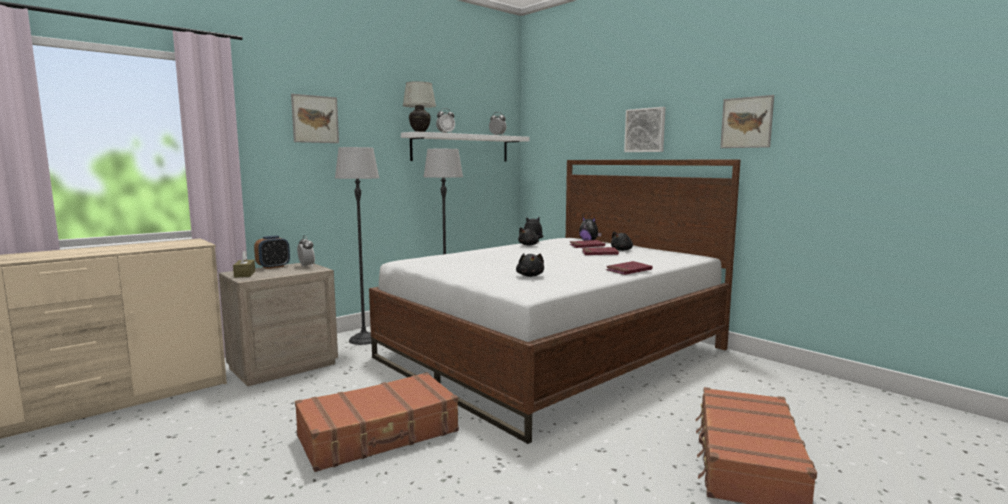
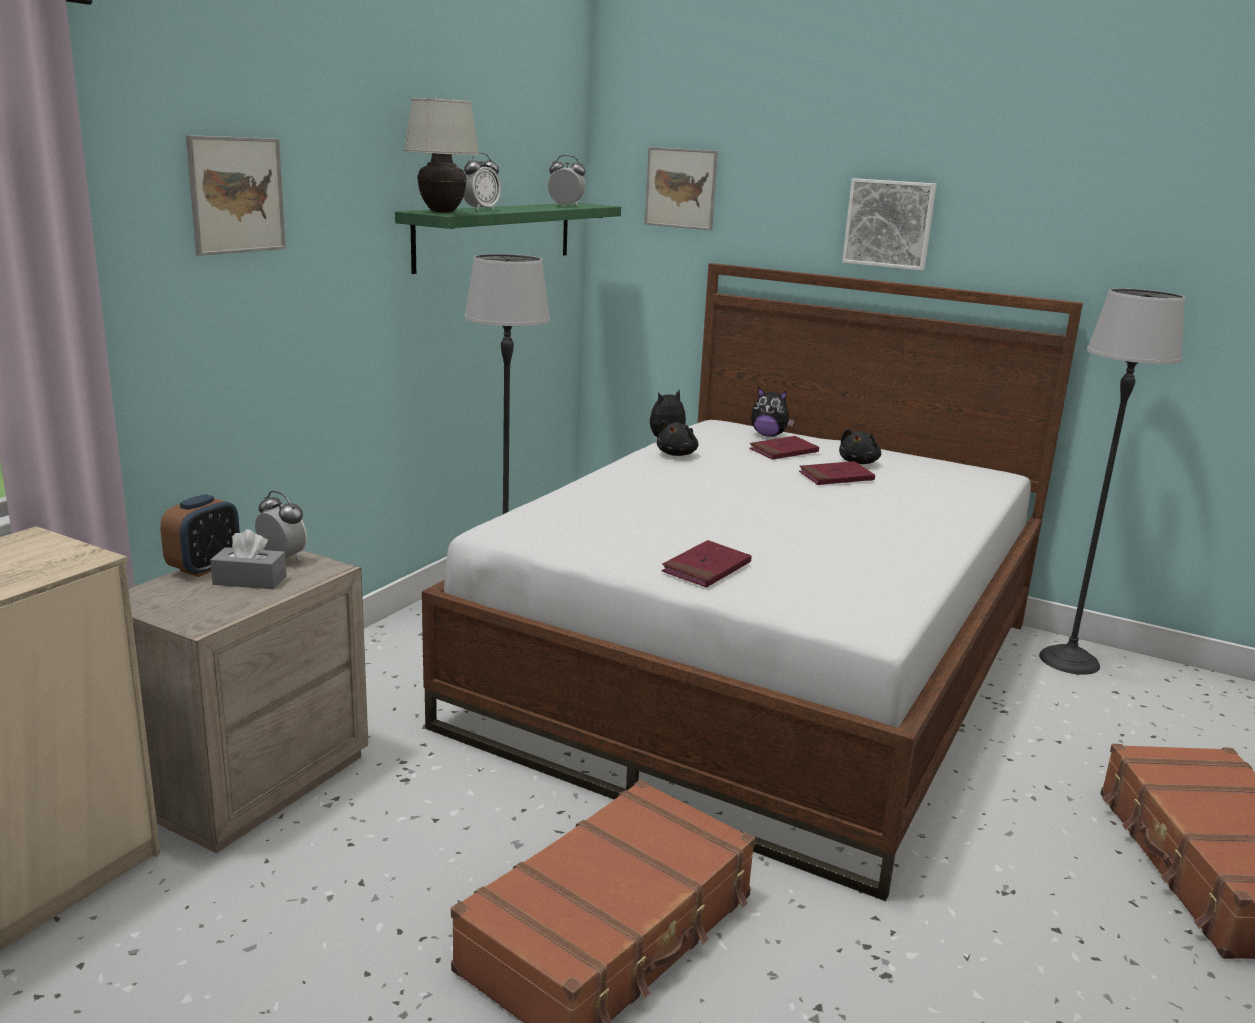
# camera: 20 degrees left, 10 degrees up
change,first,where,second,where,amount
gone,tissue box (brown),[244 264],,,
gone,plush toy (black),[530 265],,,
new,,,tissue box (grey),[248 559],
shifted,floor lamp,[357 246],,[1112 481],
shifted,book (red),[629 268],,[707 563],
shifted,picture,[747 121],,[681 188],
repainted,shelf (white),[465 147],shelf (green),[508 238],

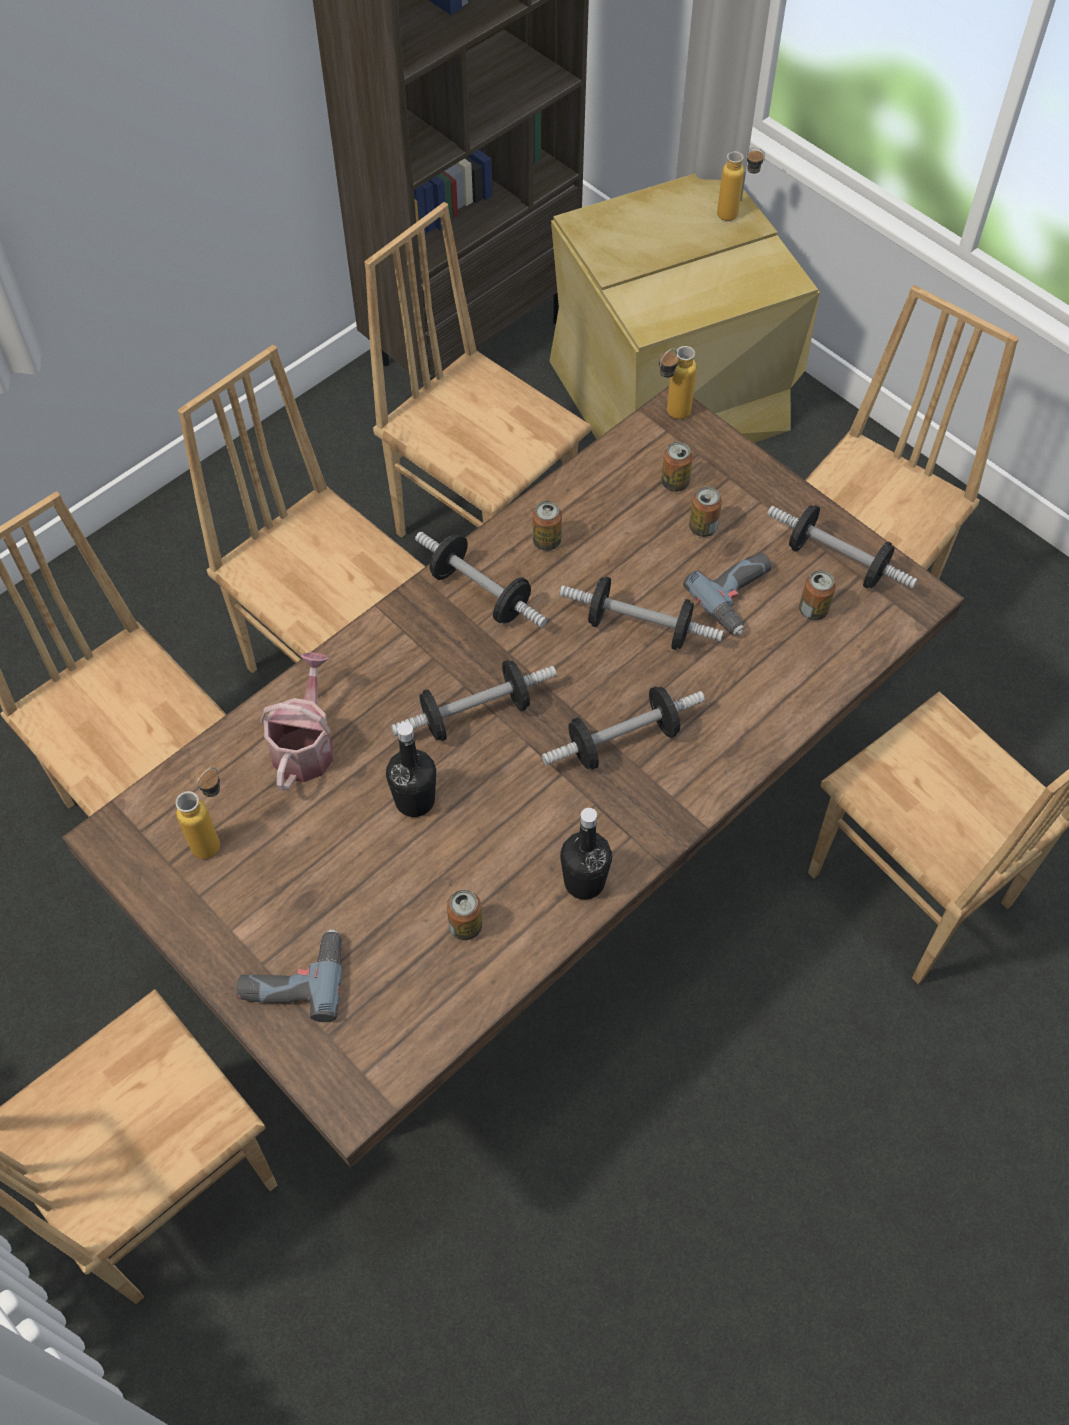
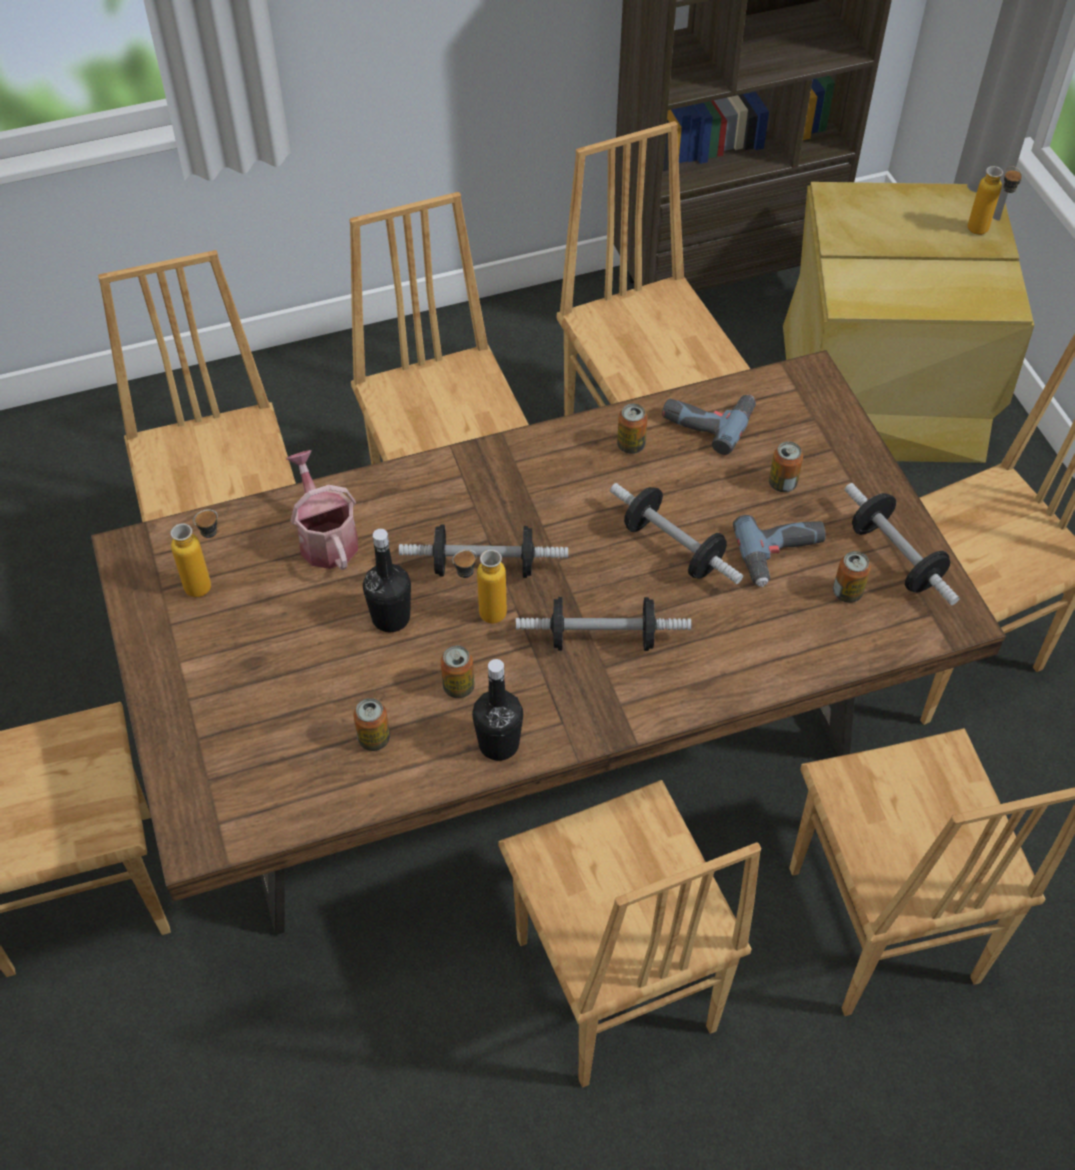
# camera: 25 degrees right, 5 degrees down
change,first,where,second,where,amount
gone,dumbbell,[481 579],,,
new,,,chair (brown),[630 933],
shifted,power drill,[289 975],,[709 425],
shifted,bottle,[678 382],,[479 587],
shifted,can,[677 467],,[458 671],
rotated,watering can,[297 721],,[322 510],60 degrees counterclockwise

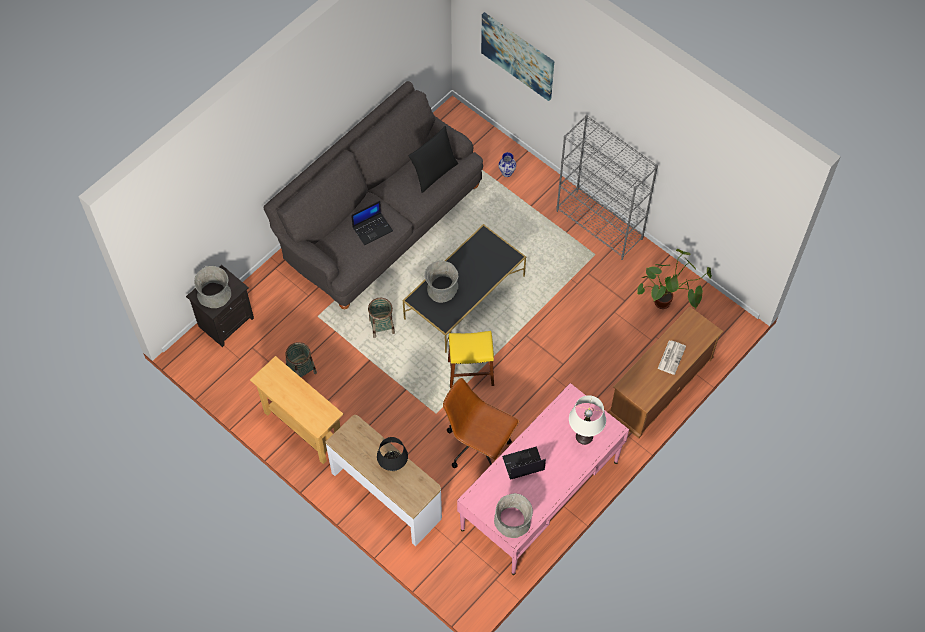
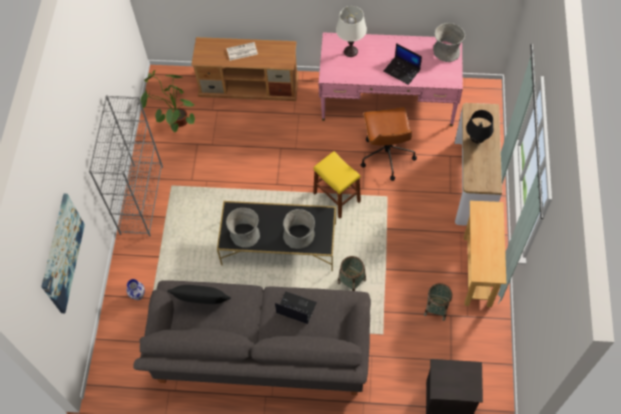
# camera: 125 degrees left, 0 degrees up
change,first,where,second,where,amount
shifted,vase (grey),[212 287],,[243 228],

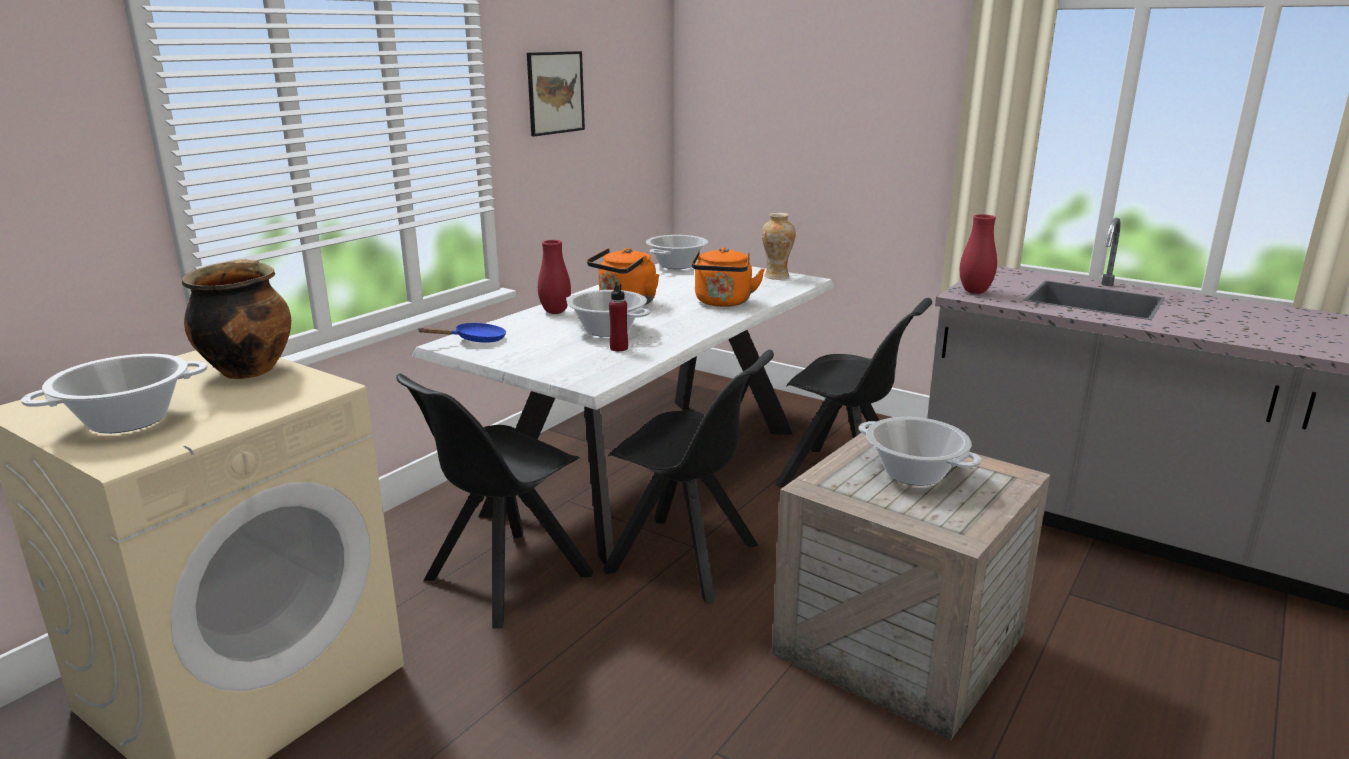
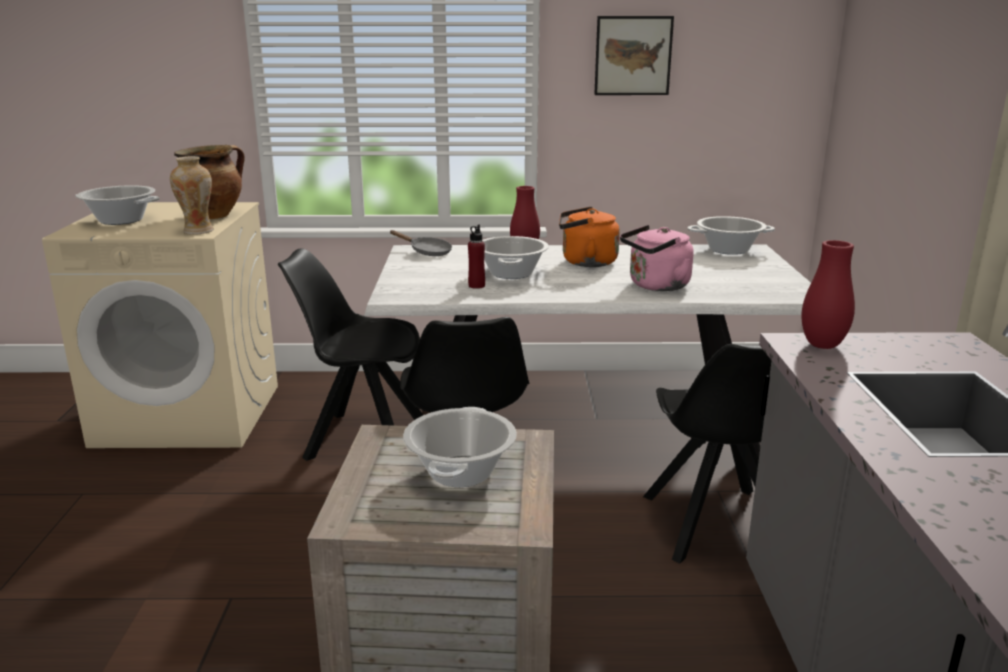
# camera: 55 degrees right, 0 degrees up
change,first,where,second,where,amount
shifted,vase,[779 246],,[192 195],
repainted,frying pan (blue),[461 333],frying pan (grey),[421 243],
repainted,kettle (orange),[728 277],kettle (pink),[657 258],

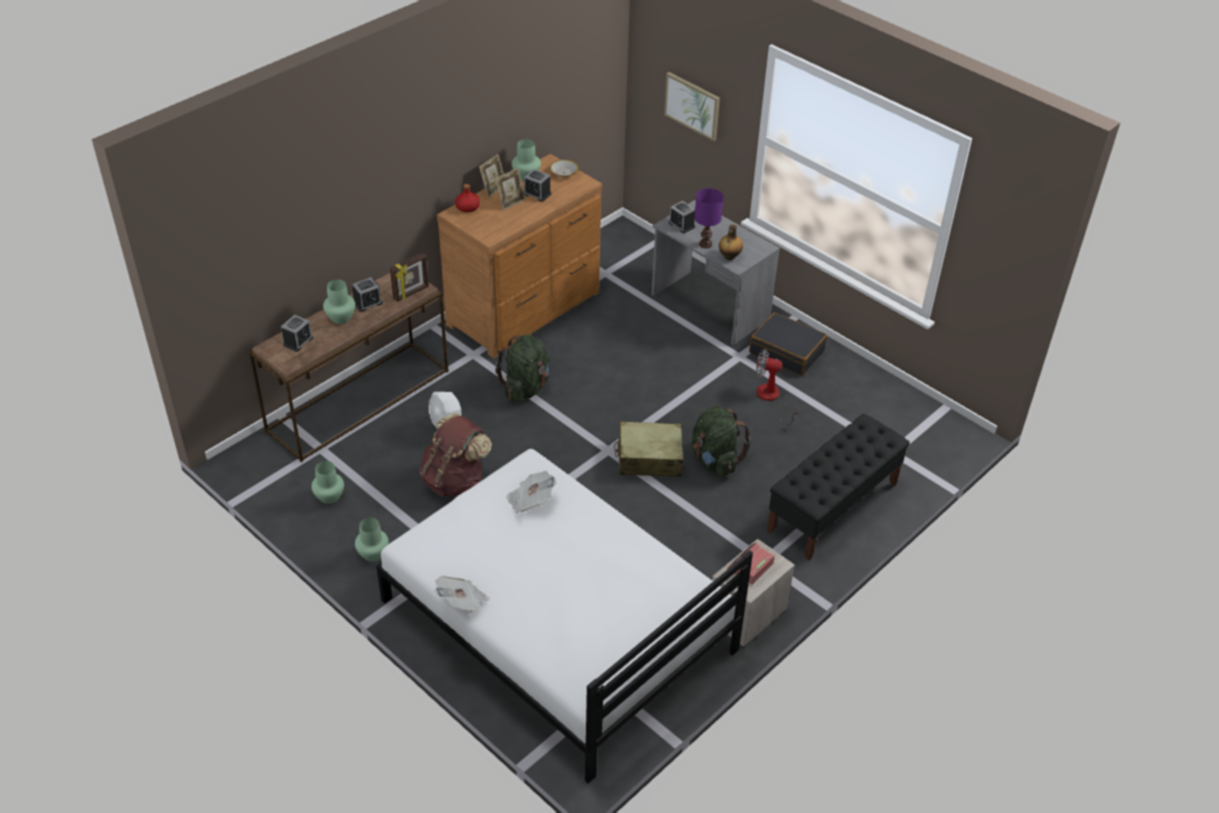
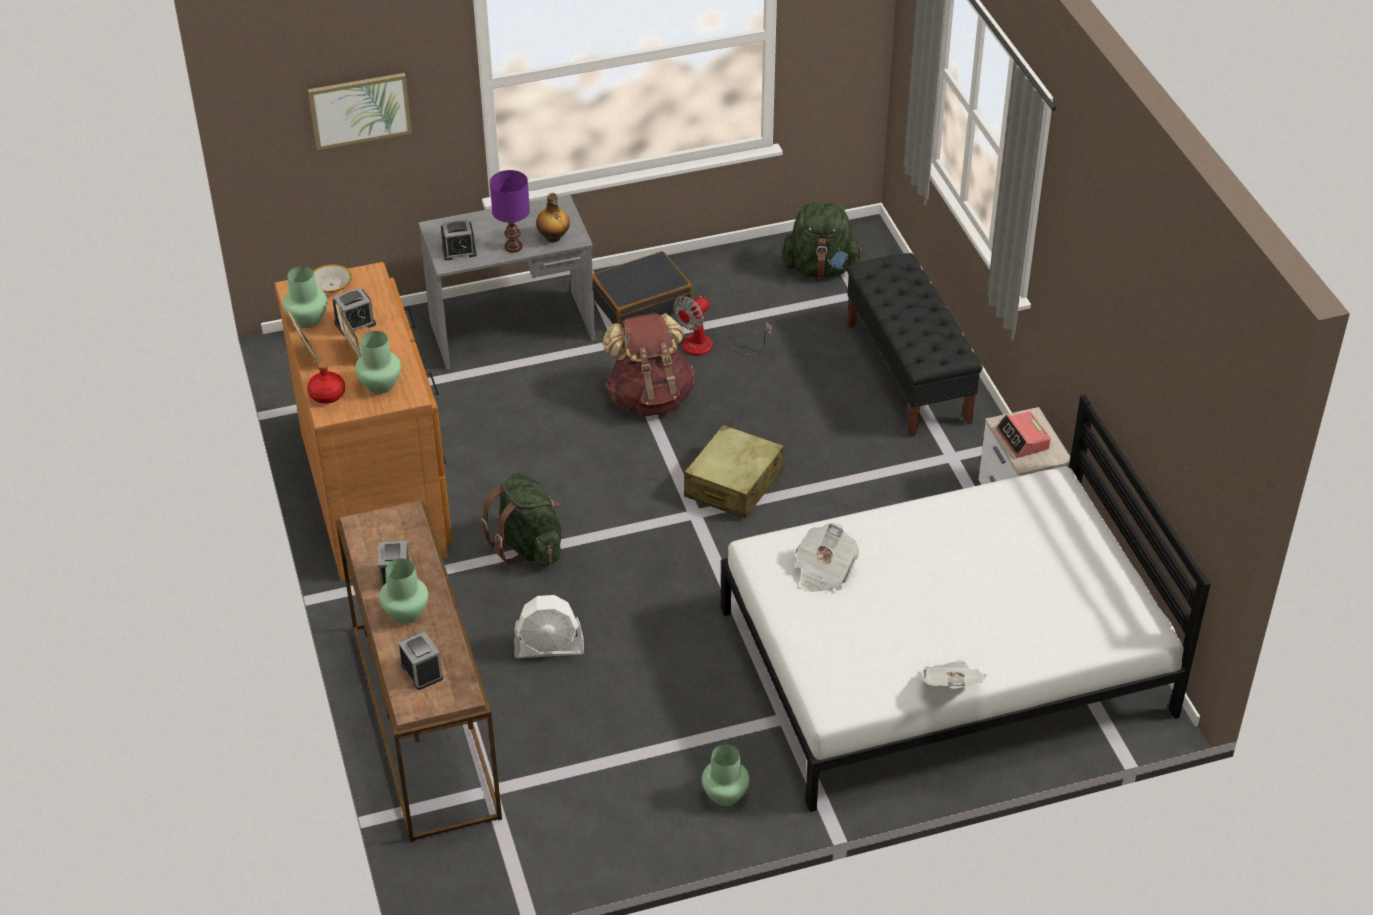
# camera: 60 degrees left, 0 degrees up
change,first,where,second,where,amount
gone,picture frame,[409 277],,,
shifted,vase (green),[327 482],,[378 362],
shifted,backpack (brown),[455 455],,[649 364],
shifted,backpack (green),[721 441],,[822 240],

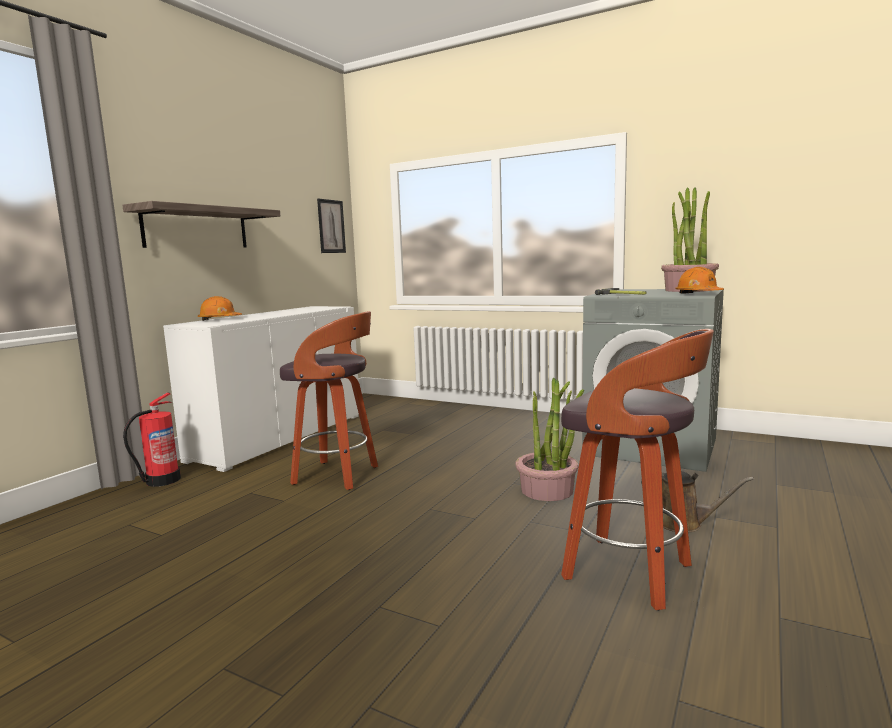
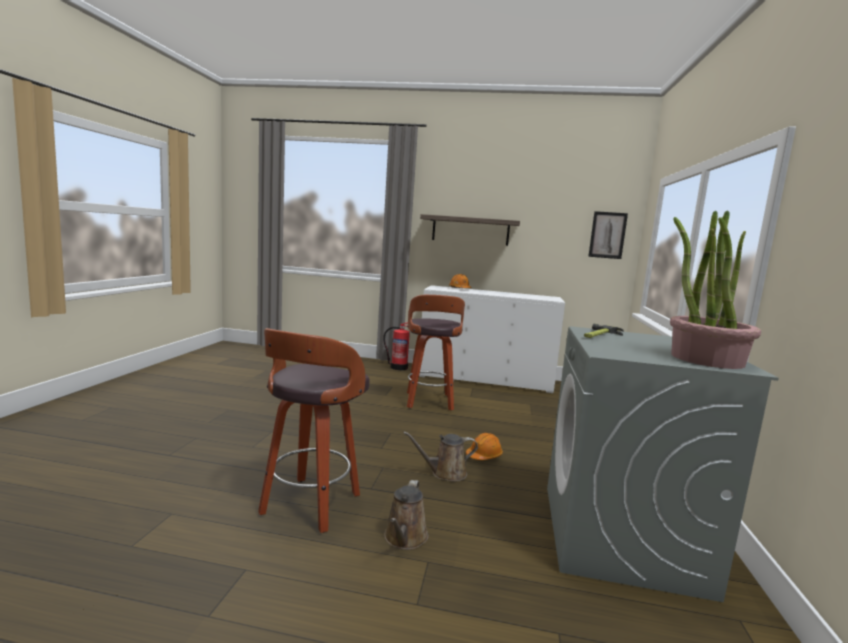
# camera: 70 degrees right, 0 degrees up
change,first,where,second,where,amount
shifted,hard hat (orange),[699 280],,[484 446],
swapped,potted plant,[549 439],watering can (brown),[440 457],

